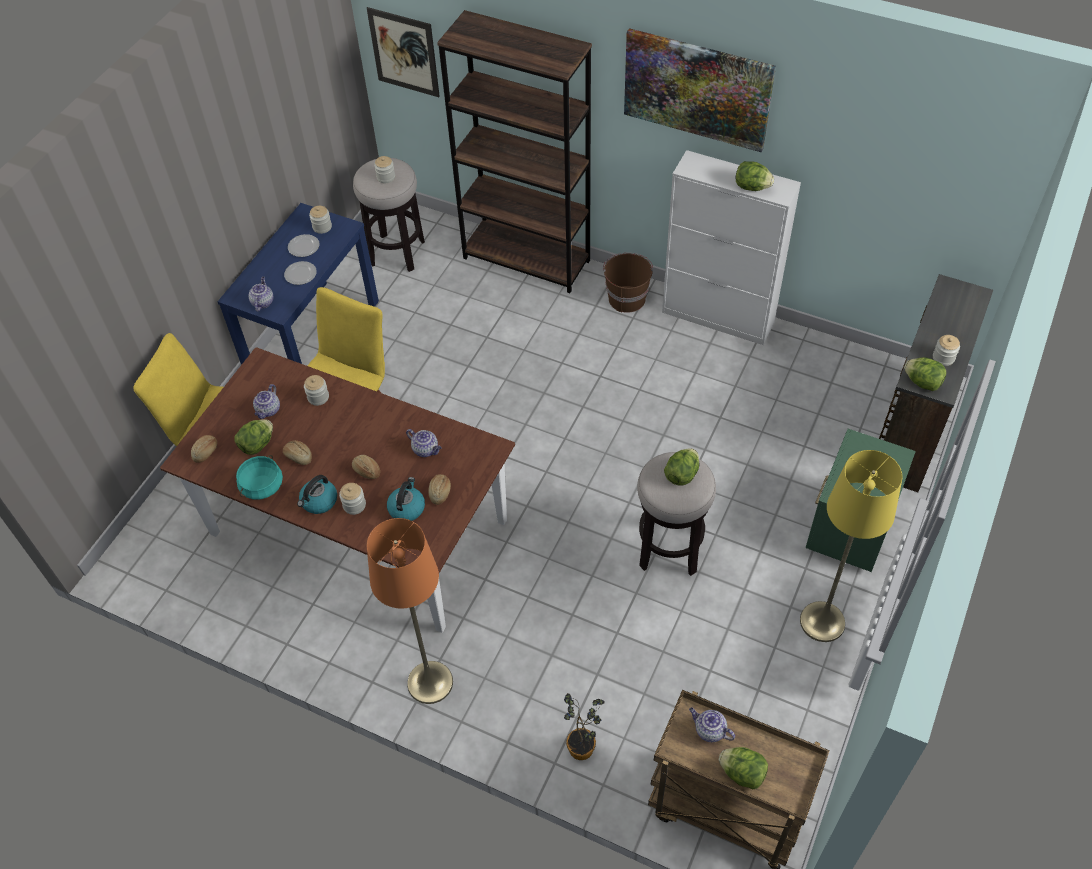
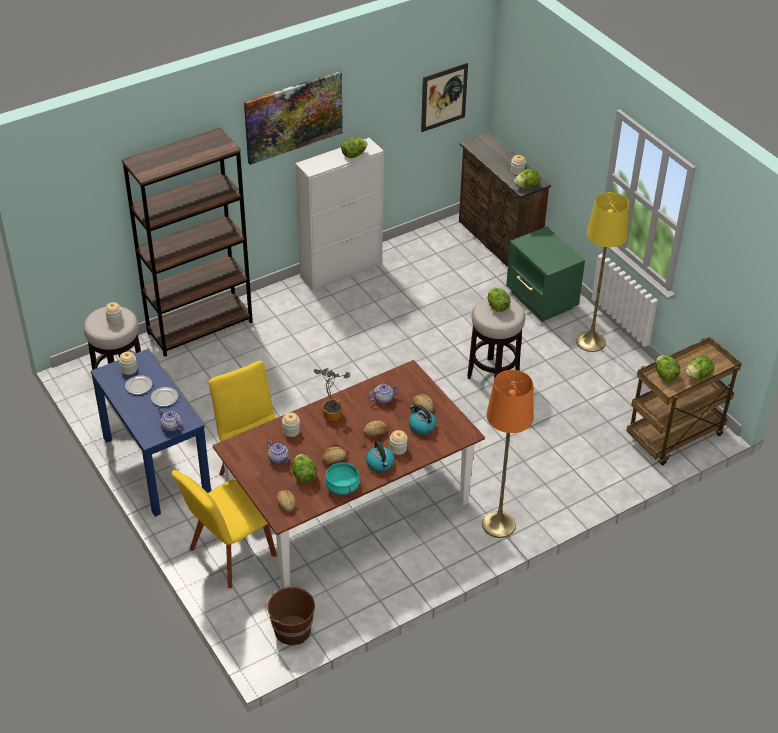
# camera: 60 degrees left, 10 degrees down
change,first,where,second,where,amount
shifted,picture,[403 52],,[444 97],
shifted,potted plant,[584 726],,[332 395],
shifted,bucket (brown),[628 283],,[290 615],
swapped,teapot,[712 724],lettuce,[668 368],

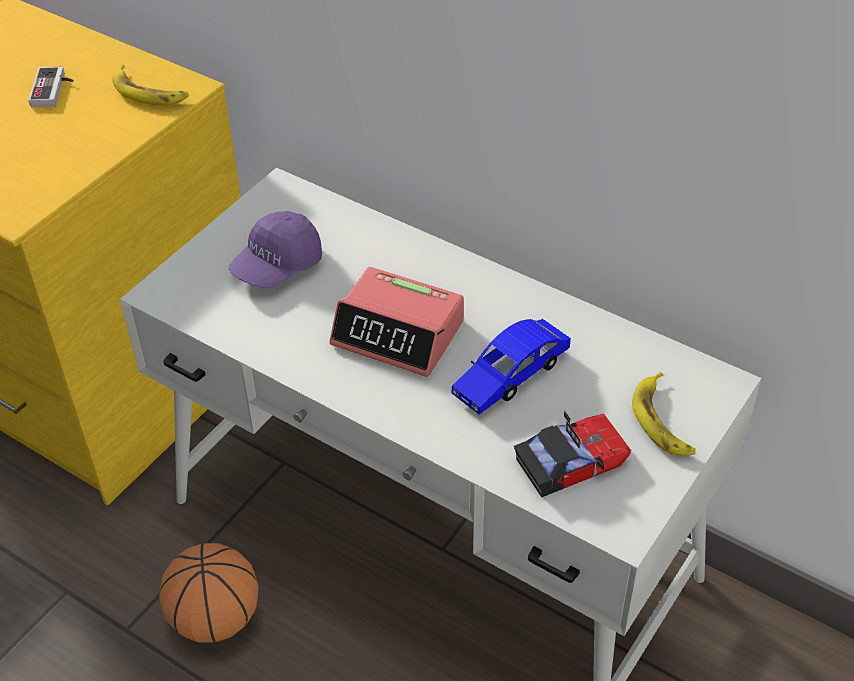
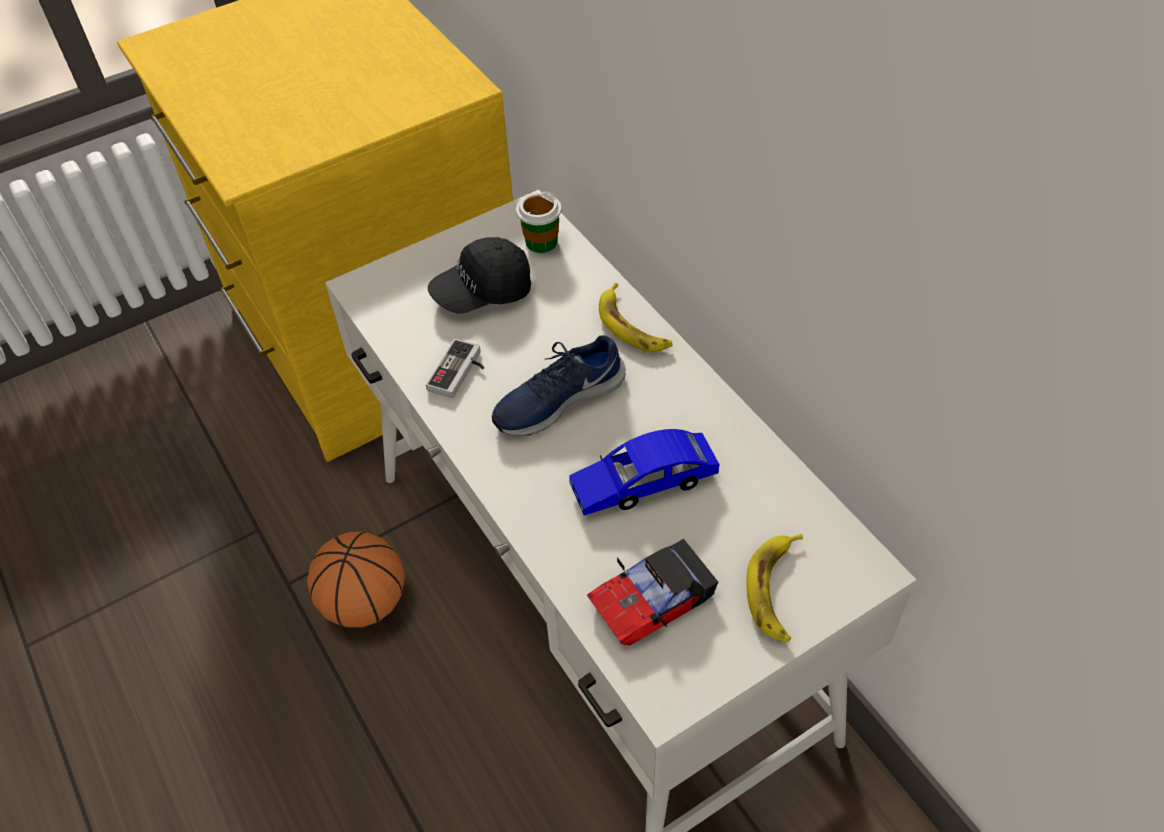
# camera: 25 degrees right, 5 degrees up
change,first,where,second,where,amount
new,,,cup,[538 222],
shifted,game controller,[51 87],,[455 368],
shifted,banana,[150 85],,[636 317],
swapped,alarm clock,[396 322],shoe (blue),[559 385],
repainted,cap (purple),[275 249],cap (black),[479 275],
rotated,toy car,[572 454],,[652 592],150 degrees clockwise

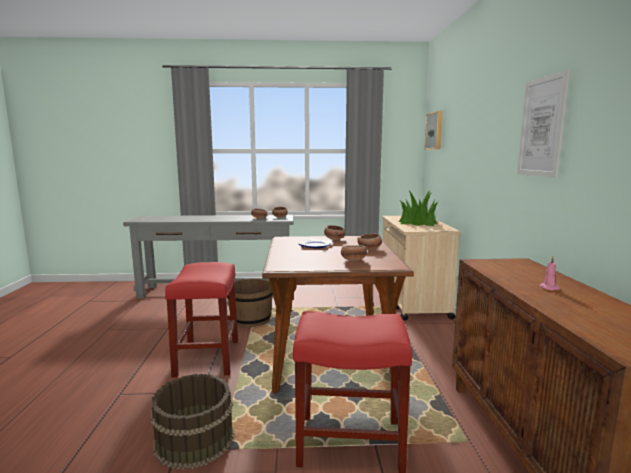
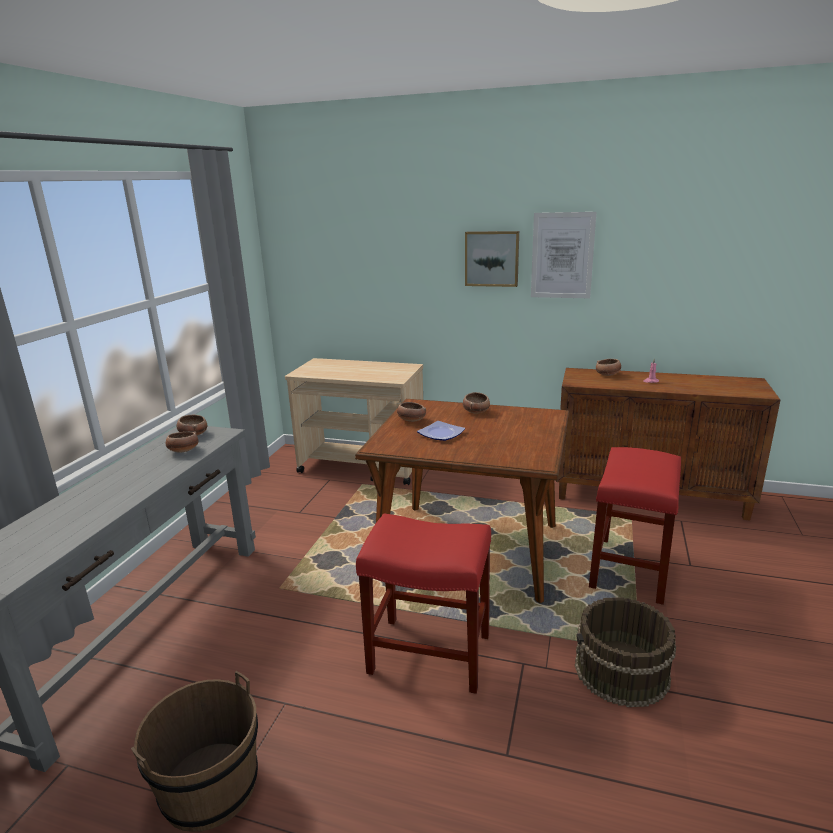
# camera: 70 degrees left, 10 degrees up
change,first,where,second,where,amount
gone,potted plant,[419 208],,,
shifted,bucket (brown),[250 303],,[194 751],
shifted,bowl,[354 253],,[608 367],
shifted,picture,[434 130],,[492 259],

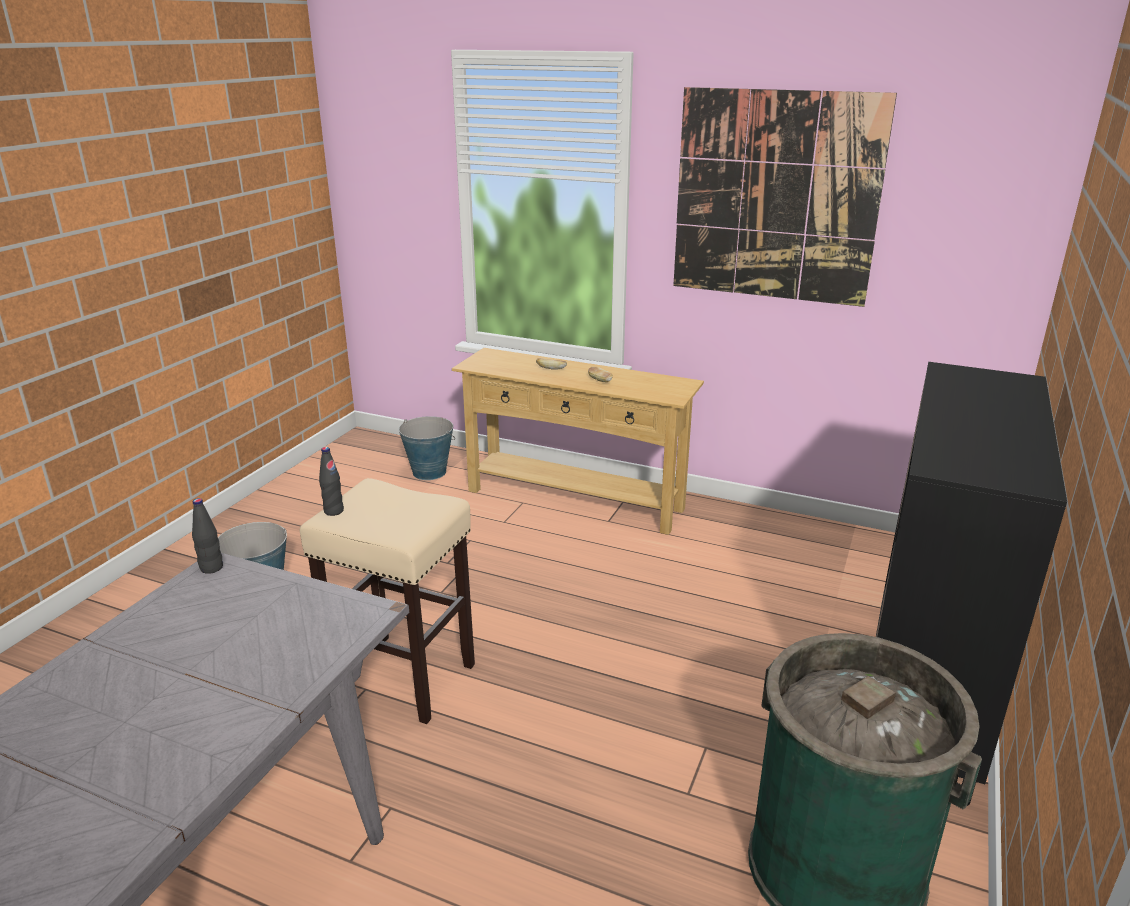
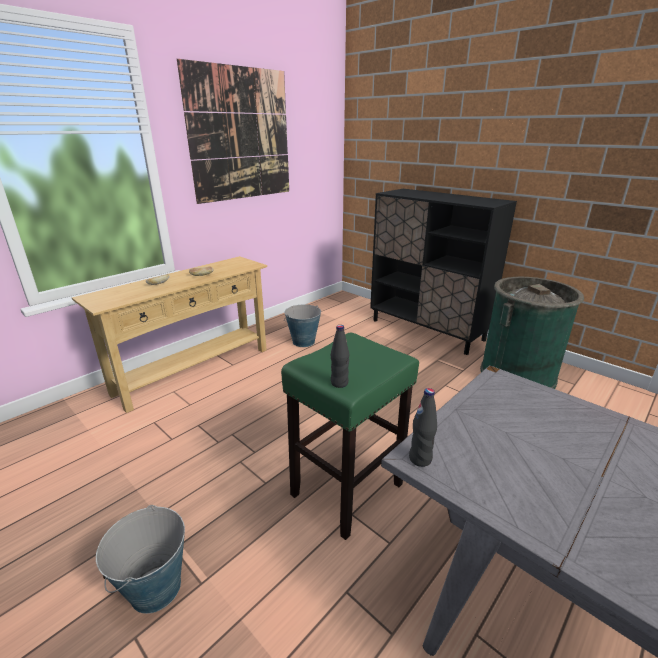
# camera: 70 degrees left, 0 degrees up
change,first,where,second,where,amount
shifted,bucket,[427 448],,[302 325],
repainted,stool (beige),[387 601],stool (green),[350 436],

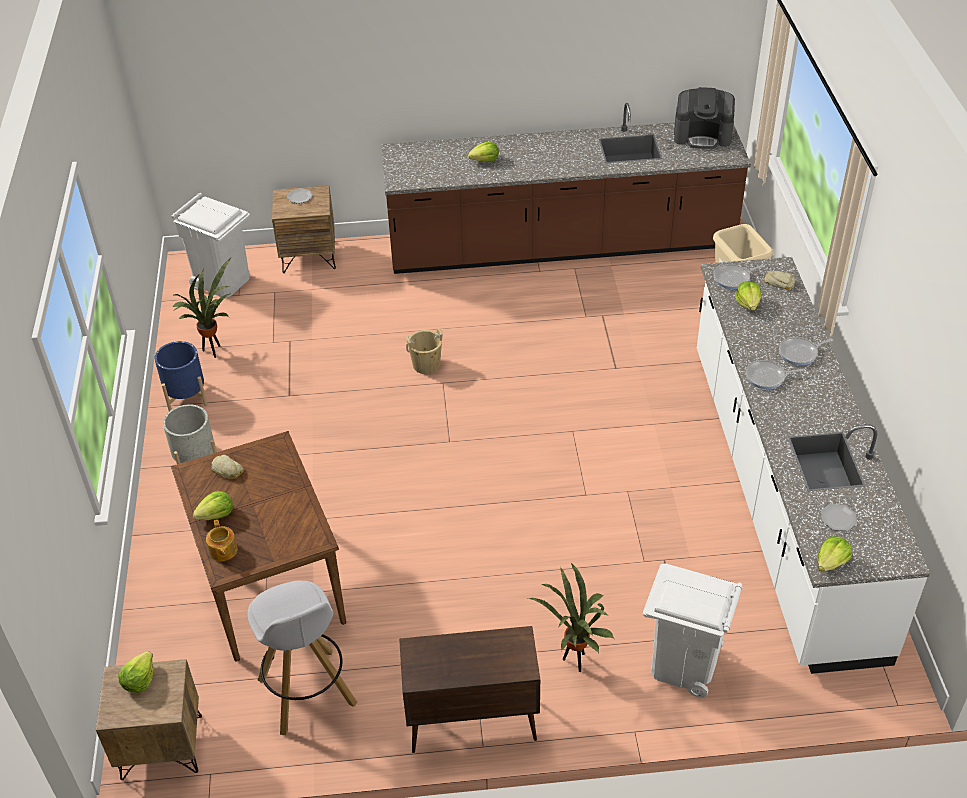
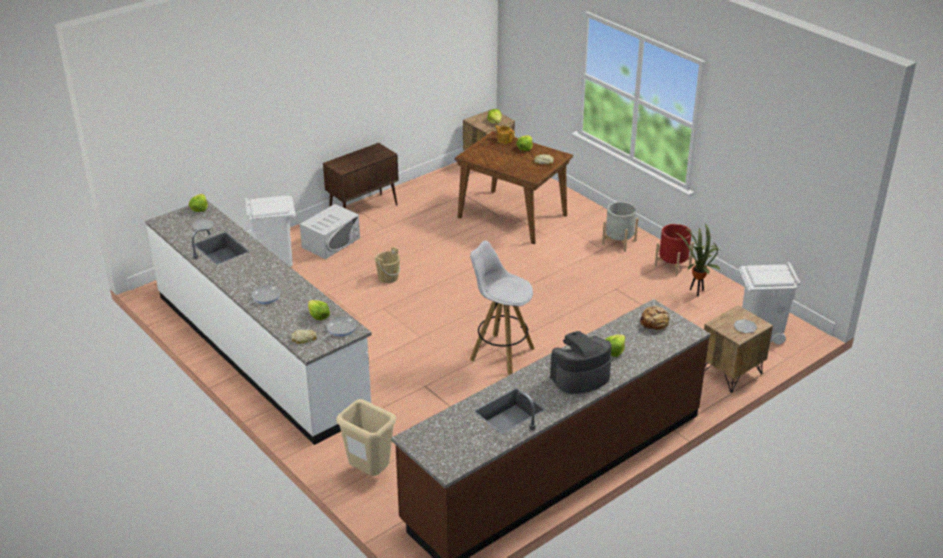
# camera: 145 degrees right, 10 degrees down
change,first,where,second,where,amount
gone,frying pan,[775 374],,,
new,,,bread,[655 318],
shifted,stool (white),[303 657],,[502 308],
shifted,bucket (beige),[424 351],,[387 265],
shifted,coffee machine,[704 118],,[581 362],
swapped,potted plant,[571 617],microwave (white),[330 231],
repainted,planter (blue),[181 376],planter (red),[674 250],

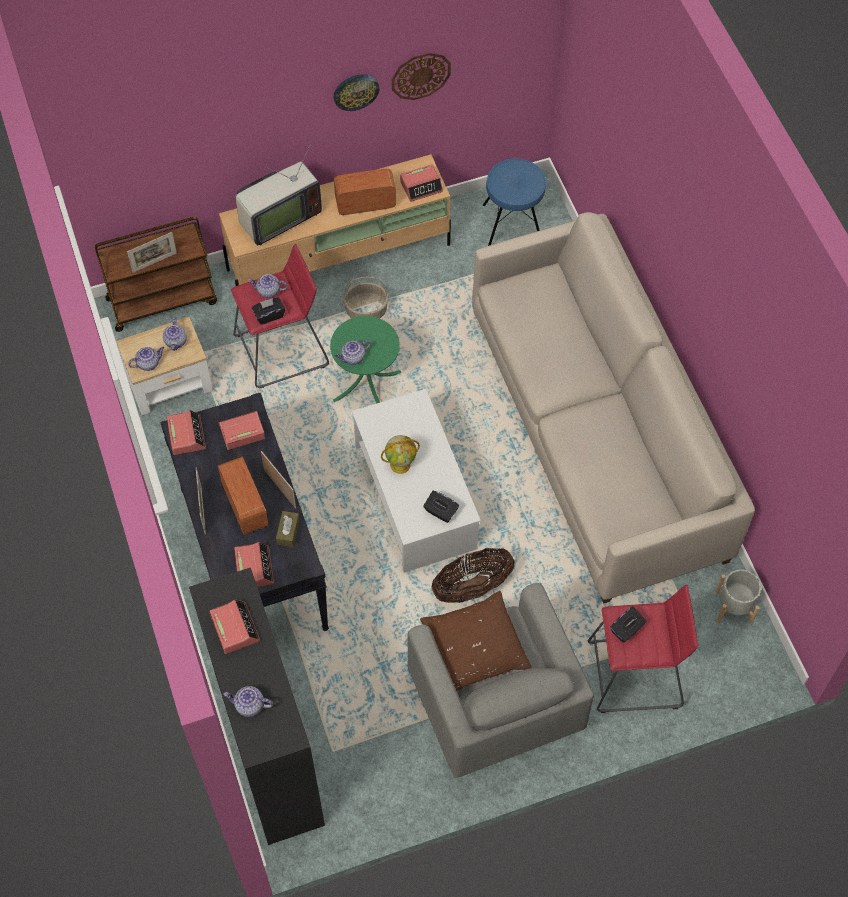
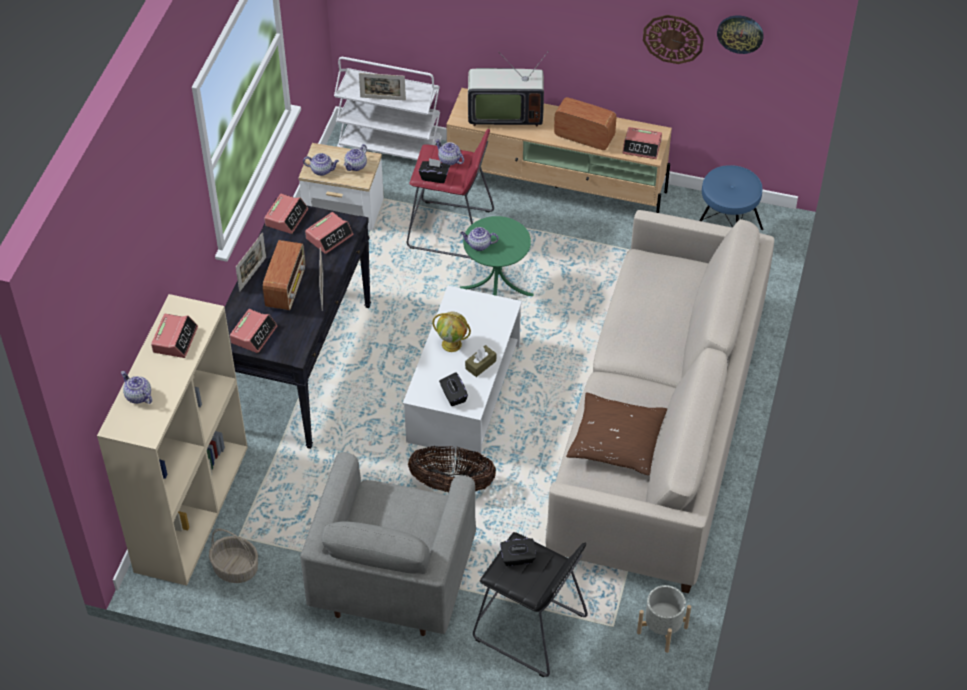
# camera: 35 degrees right, 10 degrees down
change,first,where,second,where,amount
shifted,tissue box (brown),[288 529],,[480 361],
shifted,wall clock,[357 92],,[740 34],
shifted,basket,[365 297],,[233 555],
shifted,pillow (brown),[476 641],,[616 433],
repainted,cart (brown),[156 274],cart (white),[388 108],
repainted,bookcase (black),[257 706],bookcase (beige),[172 440],
repainted,stool (red),[643 649],stool (black),[530 604],
rotated,alarm clock,[241 430],,[329 233],120 degrees clockwise

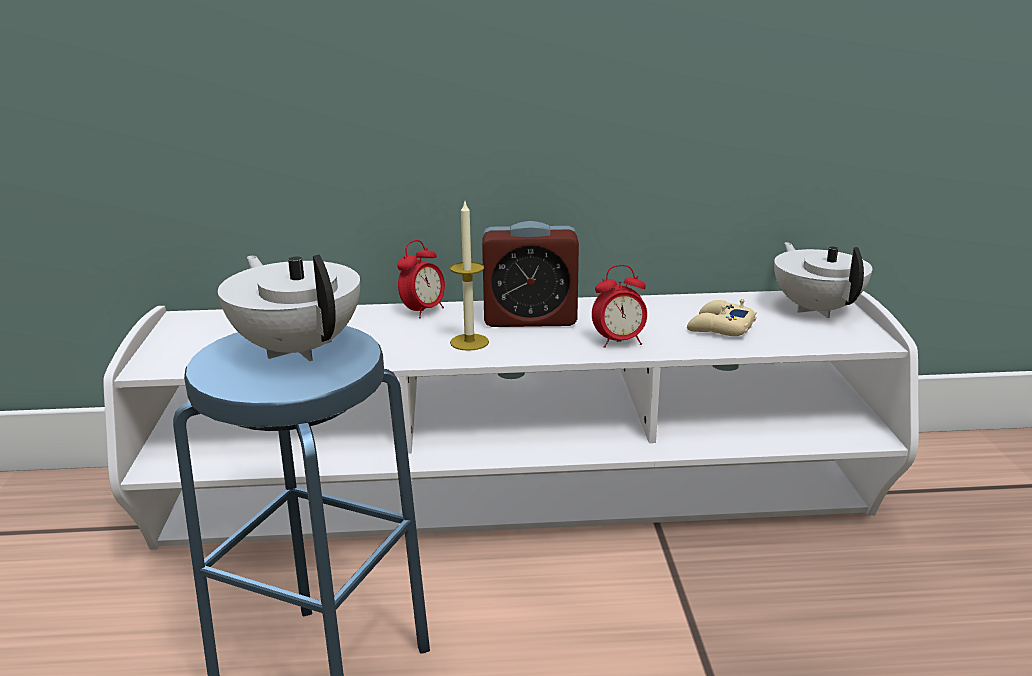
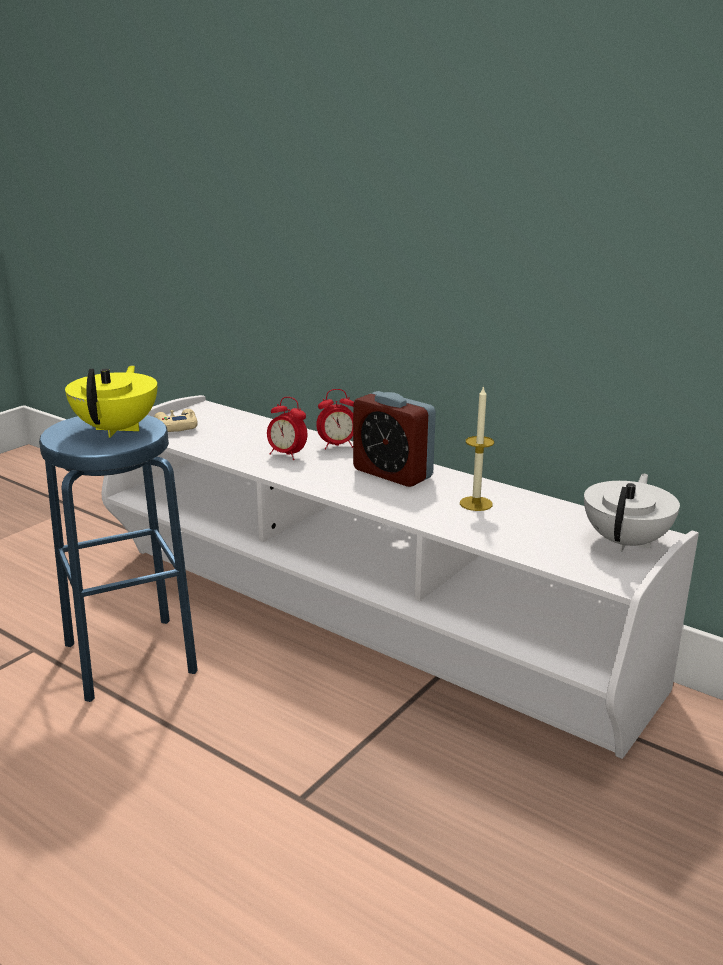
# camera: 40 degrees right, 0 degrees up
change,first,where,second,where,amount
shifted,candle,[469 276],,[477 448],
shifted,alarm clock,[619 306],,[287 428],
shifted,game controller (beige),[722 317],,[176 420],
repainted,teapot (white),[289 307],teapot (yellow),[111 401],

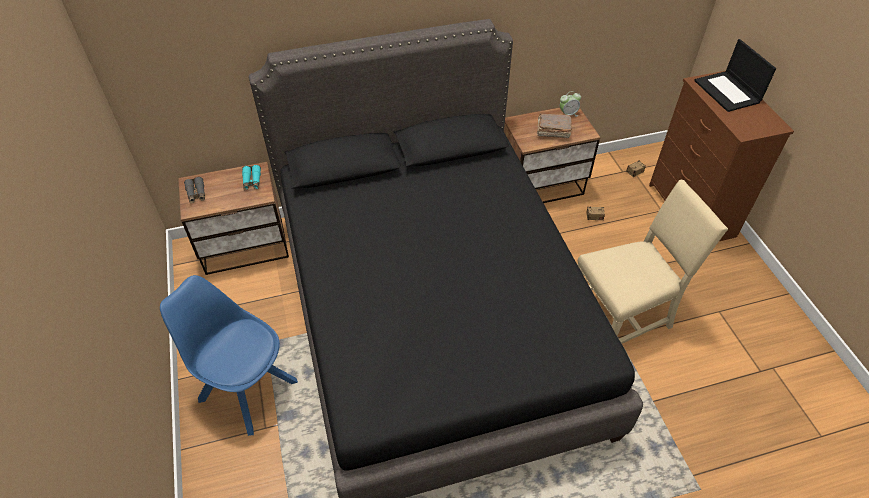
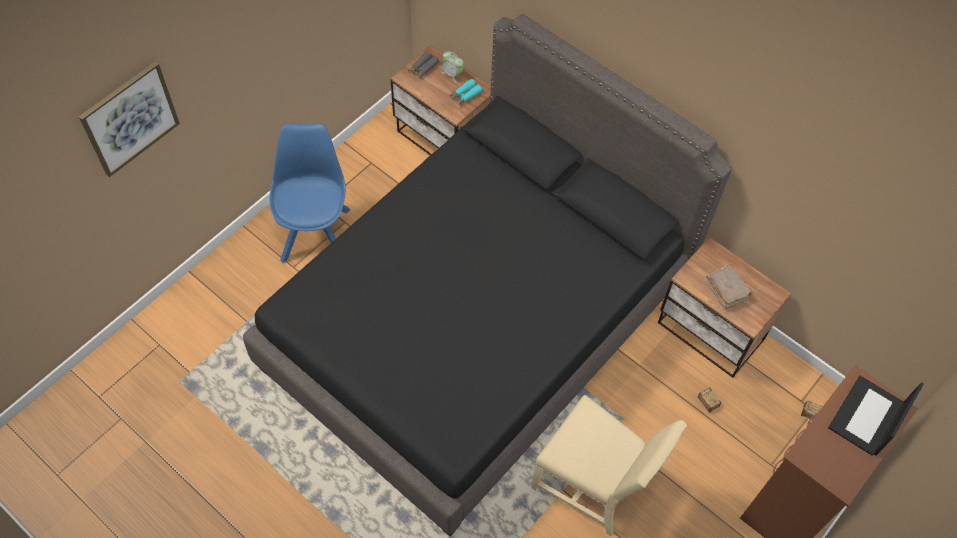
# camera: 55 degrees right, 10 degrees up
change,first,where,second,where,amount
new,,,picture,[129 119],
shifted,alarm clock,[570 104],,[453 67],

